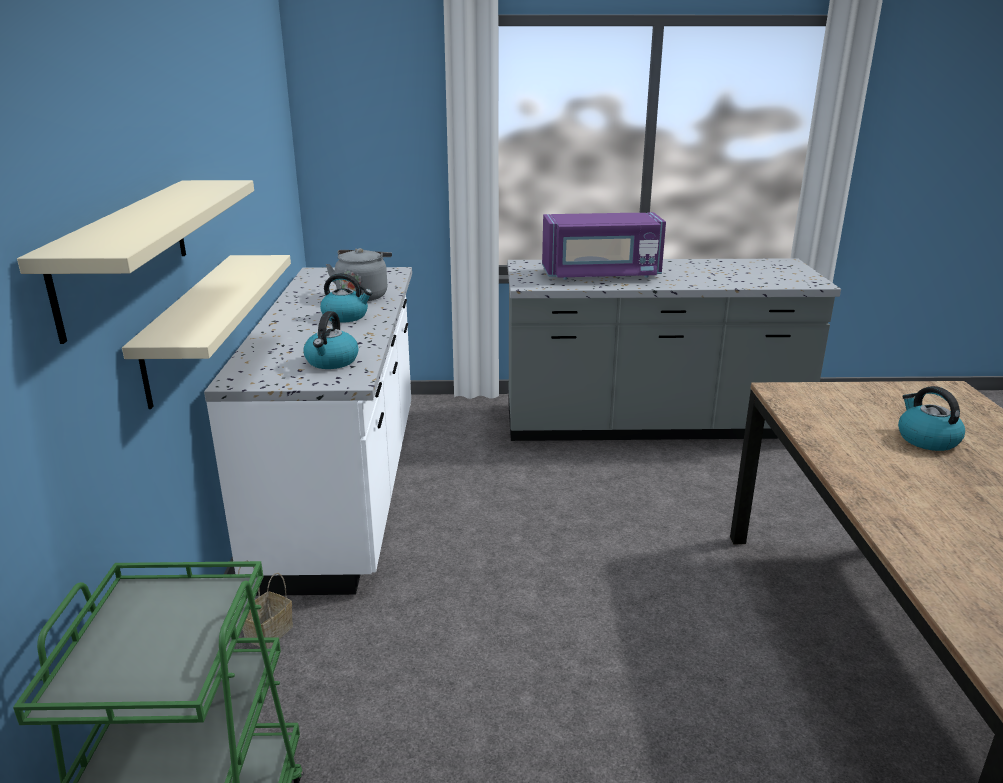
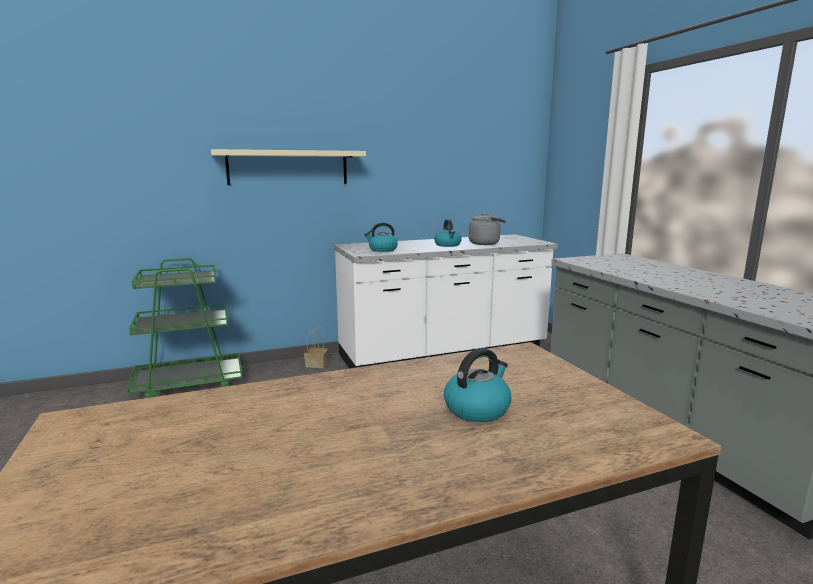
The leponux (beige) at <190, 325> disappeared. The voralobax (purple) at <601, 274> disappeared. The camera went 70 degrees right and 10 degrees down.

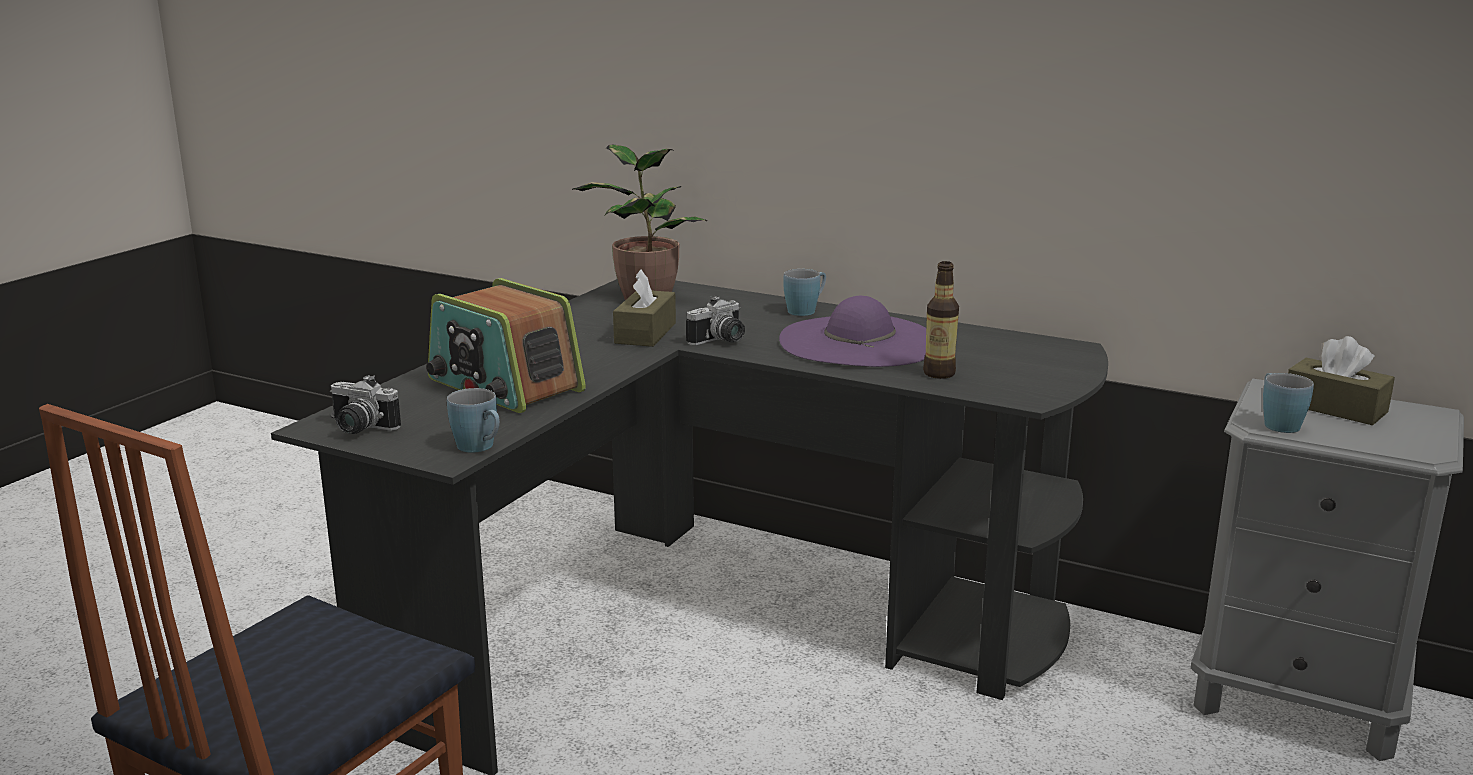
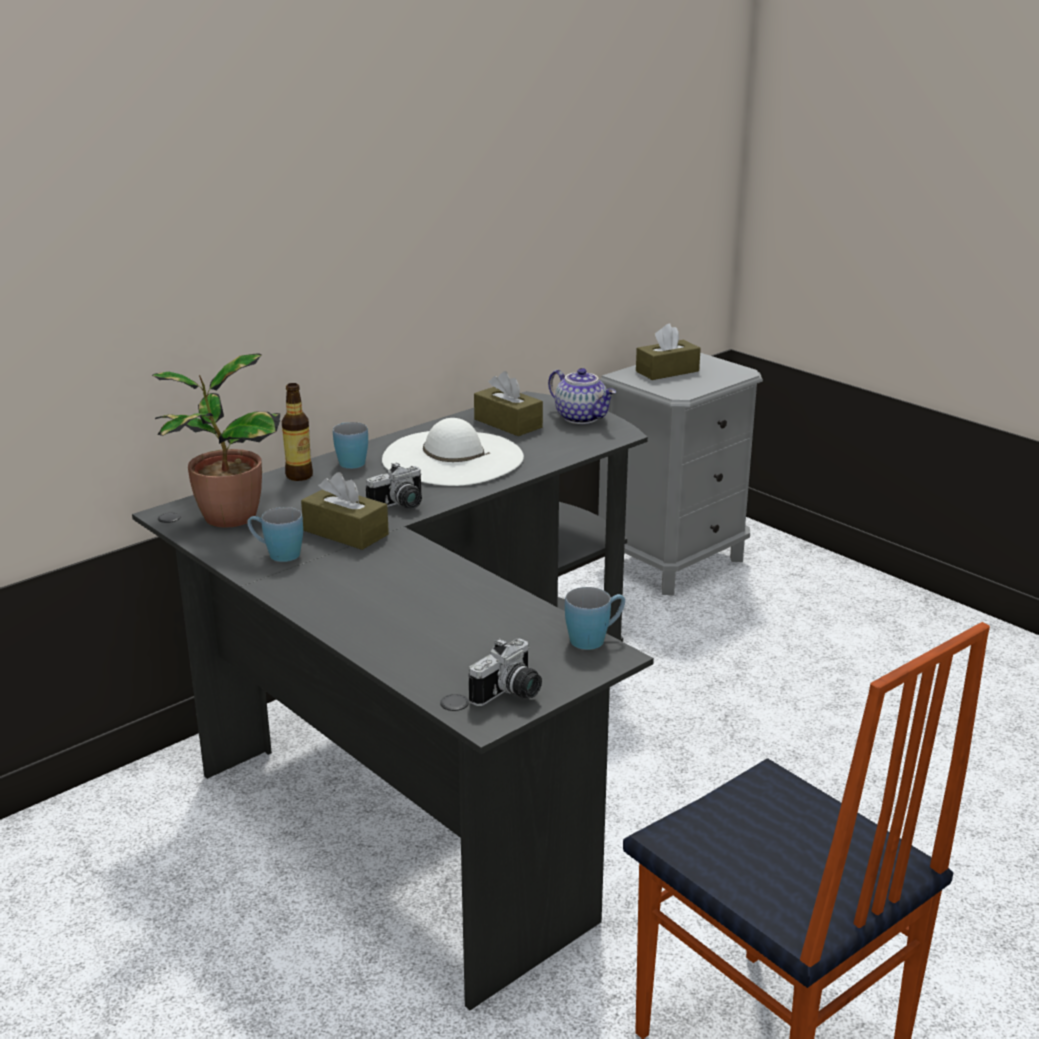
The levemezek at <504, 386> disappeared. The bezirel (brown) at <508, 423> appeared. The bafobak at <582, 417> appeared. The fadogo moved from <939, 373> to <299, 476>. The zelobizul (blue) moved from <1277, 423> to <277, 554>. The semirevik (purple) at <859, 341> became the semirevik (white) at <452, 458>. The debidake at <721, 341> turned 75 degrees clockwise. The camera went 70 degrees left and 5 degrees up.

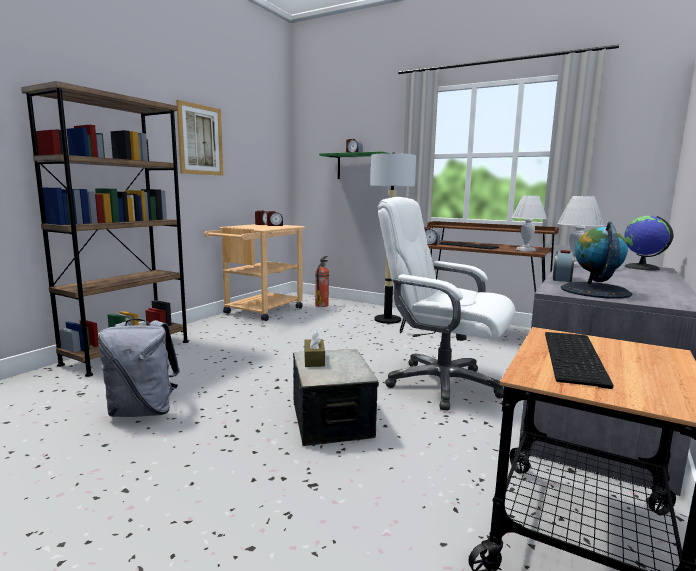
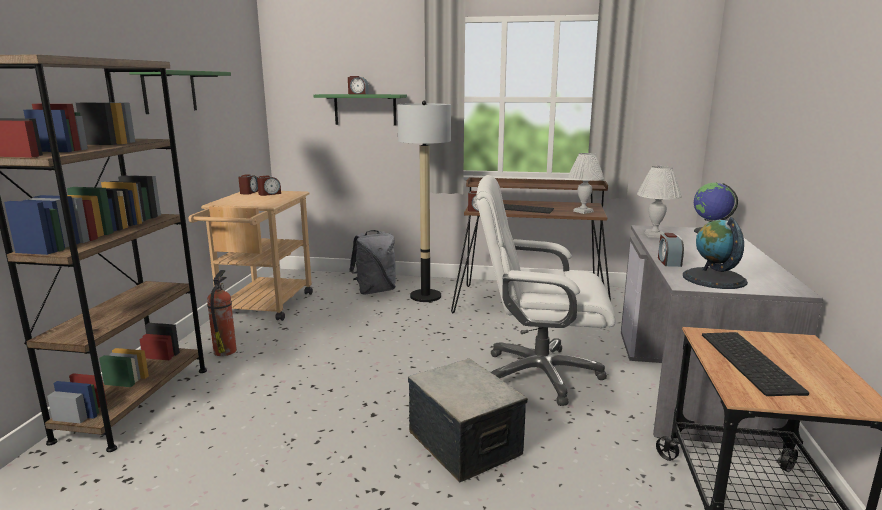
The bezirel (brown) at <314, 360> disappeared. The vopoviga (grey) moved from <143, 411> to <375, 290>. The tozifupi moved from <322, 305> to <225, 350>. The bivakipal at <200, 140> was replaced by the leponux (green) at <169, 91>. The camera went 20 degrees left and 5 degrees up.

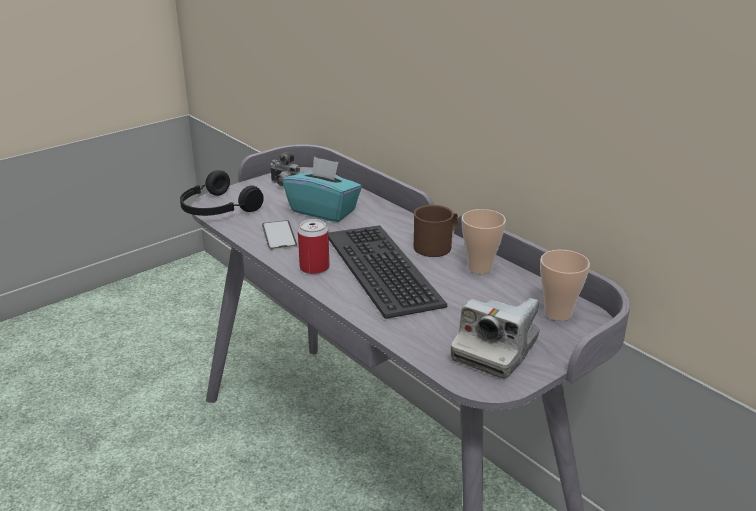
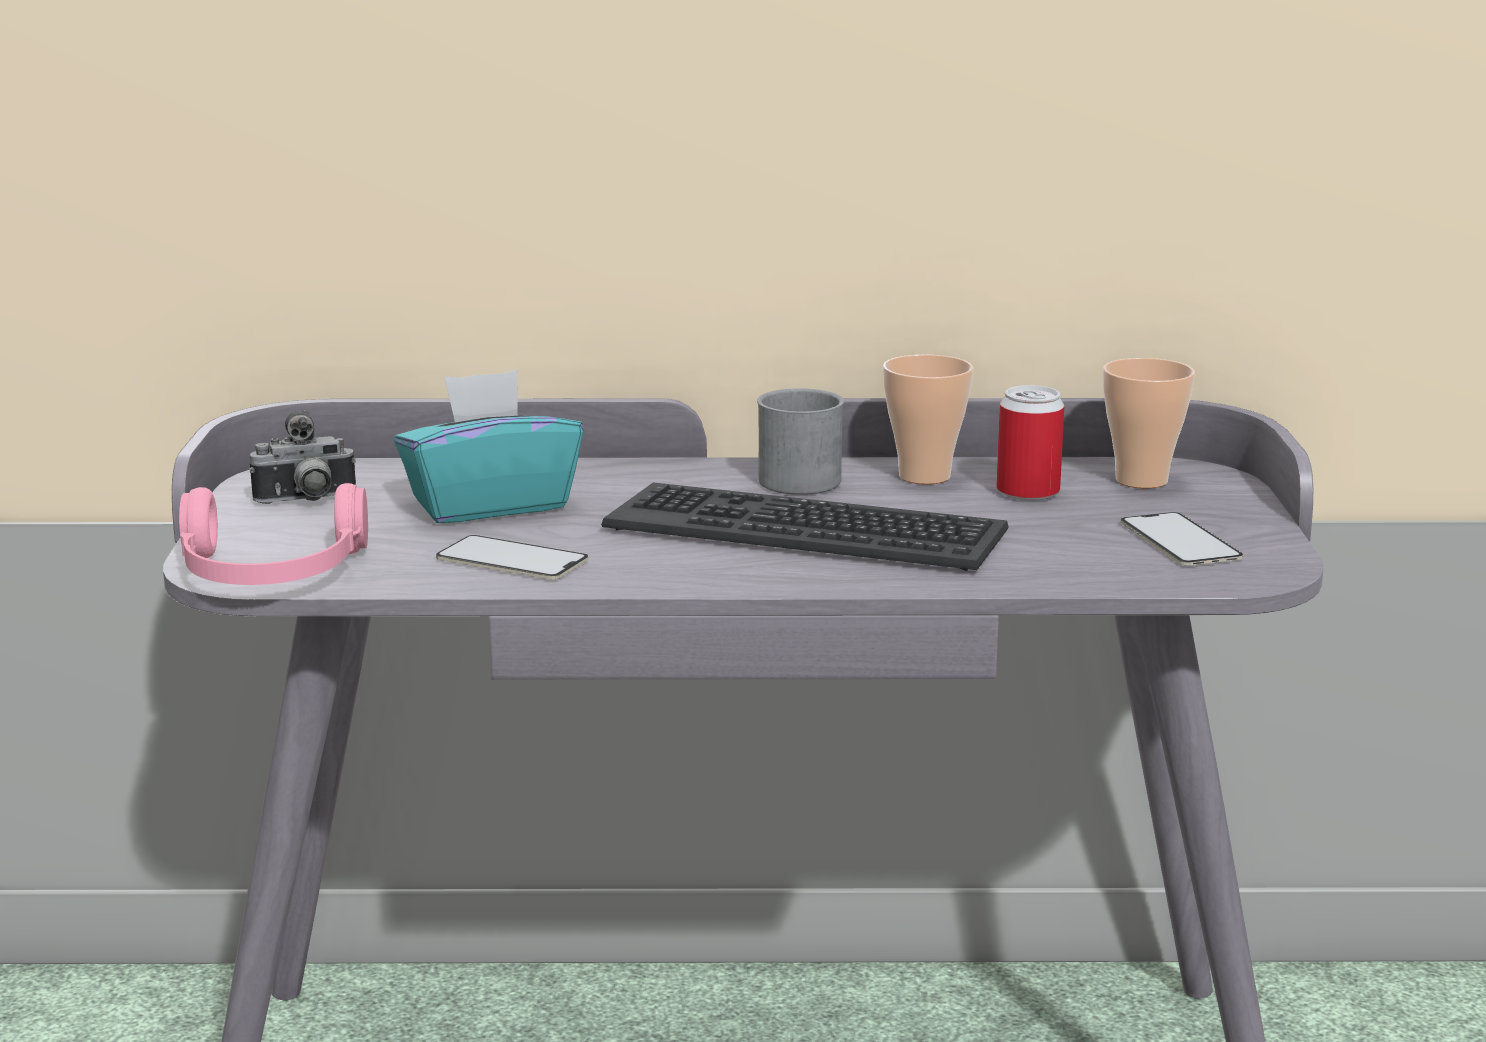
The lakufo moved from <314, 268> to <1027, 492>. The debidake at <495, 350> was replaced by the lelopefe at <1180, 540>. The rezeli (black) at <217, 209> became the rezeli (pink) at <271, 574>. The zelobizul (brown) at <437, 246> became the zelobizul (grey) at <798, 477>. The camera went 50 degrees left and 10 degrees down.

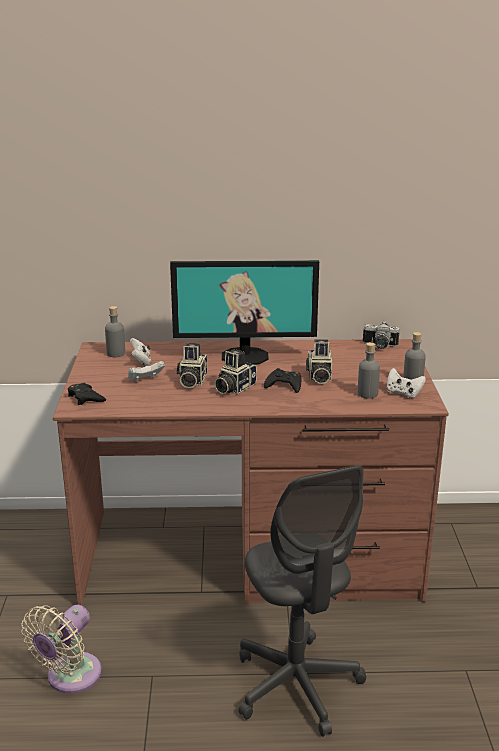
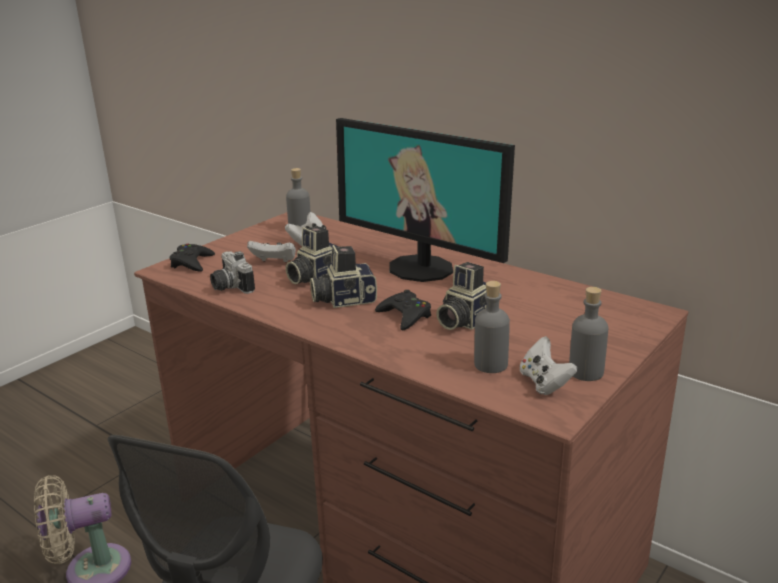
The debidake moved from <379, 346> to <229, 287>. The camera went 40 degrees right and 0 degrees up.

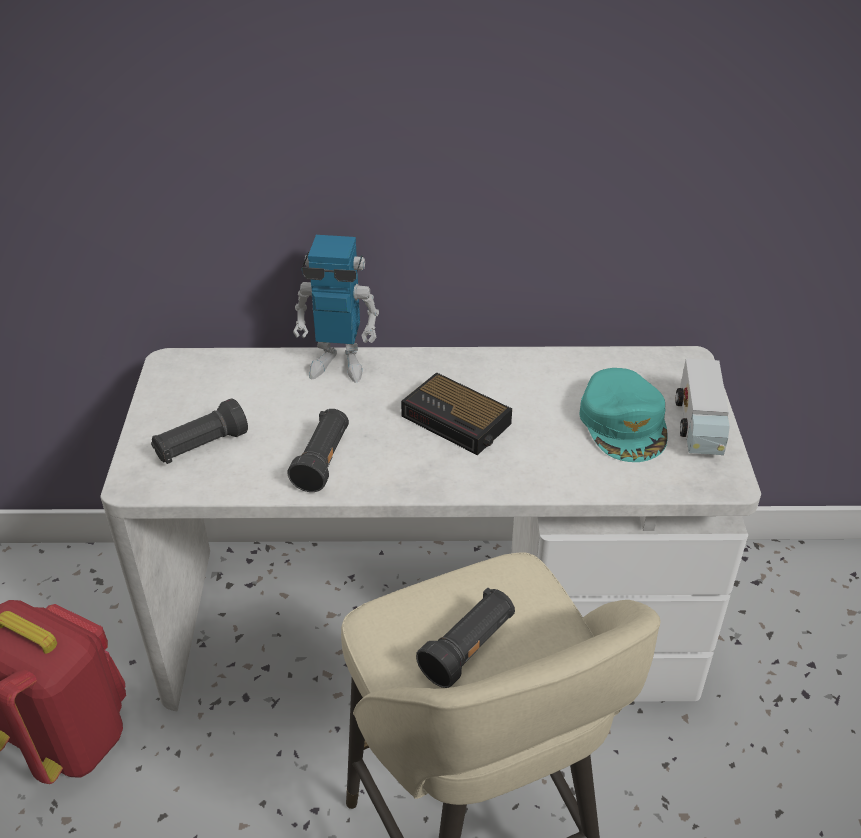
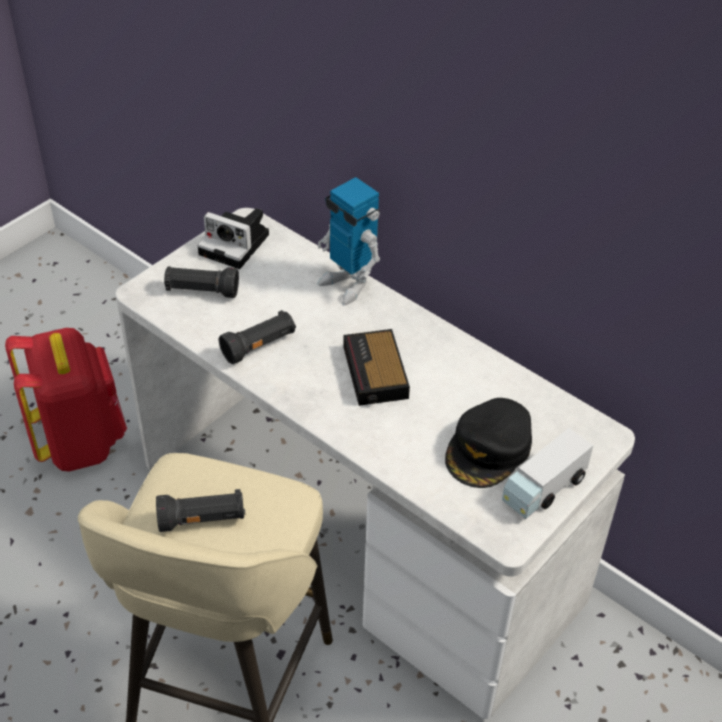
The debidake at <237, 245> appeared. The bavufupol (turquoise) at <624, 423> became the bavufupol (black) at <489, 449>. The camera went 40 degrees right and 5 degrees up.

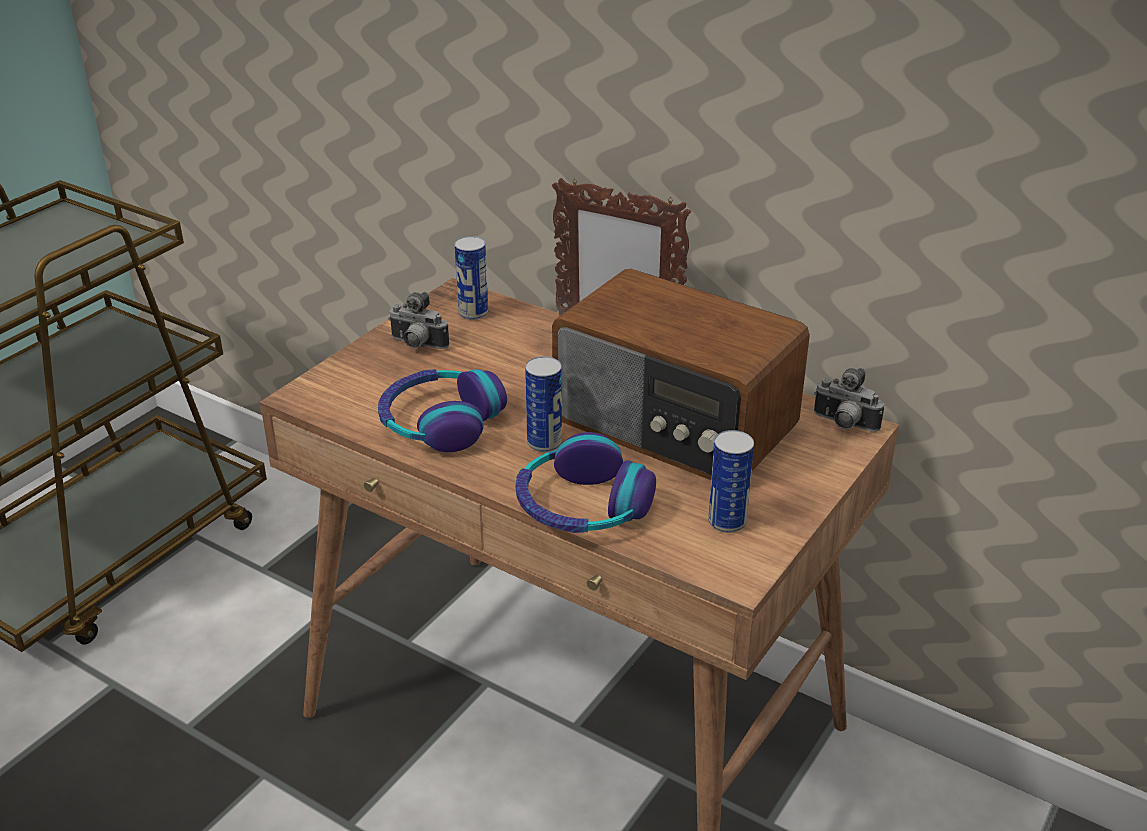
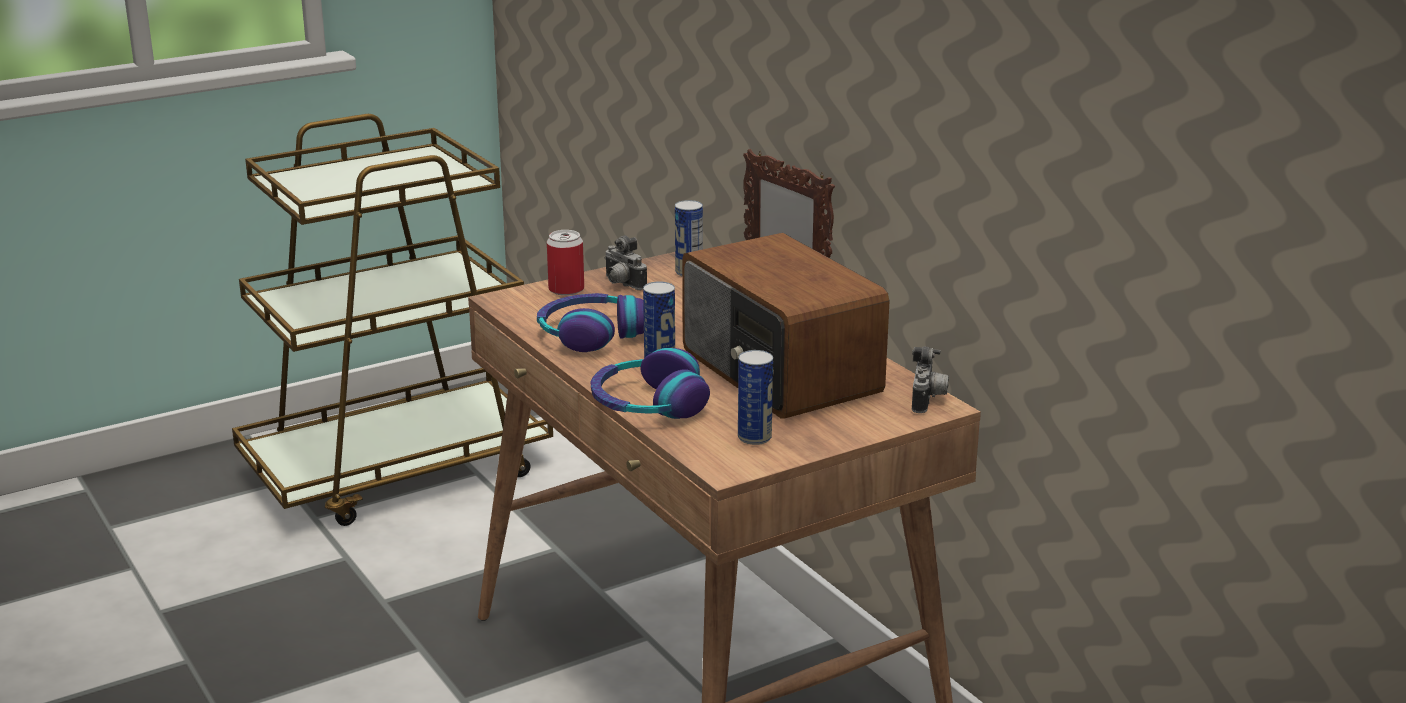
The lakufo at <566, 290> appeared. The debidake at <843, 425> turned 135 degrees counterclockwise. The camera went 25 degrees right and 10 degrees down.

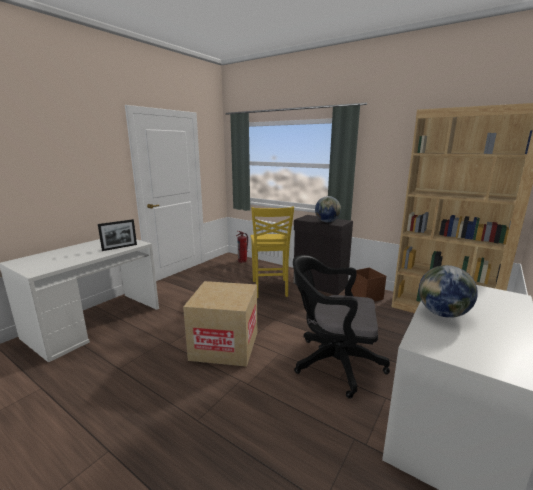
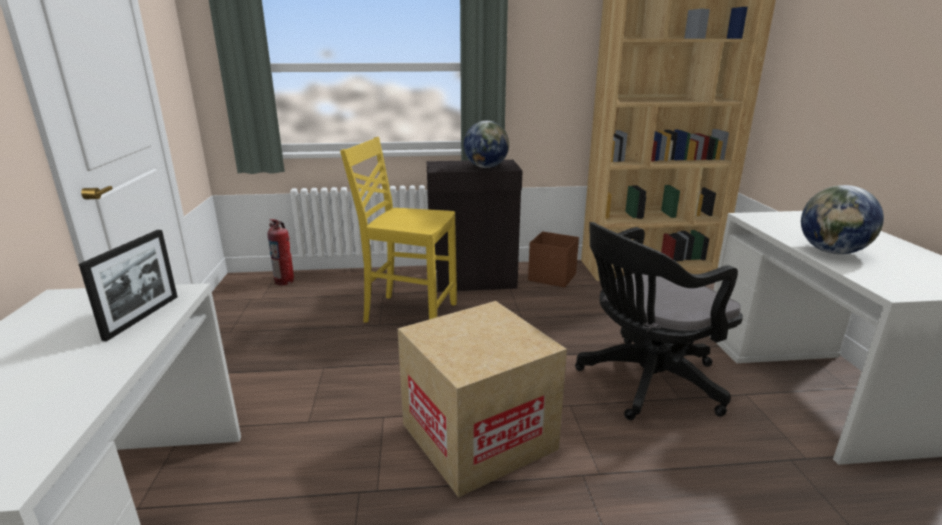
The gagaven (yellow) at <270, 289> turned 150 degrees clockwise. The camera went 40 degrees left and 5 degrees up.

